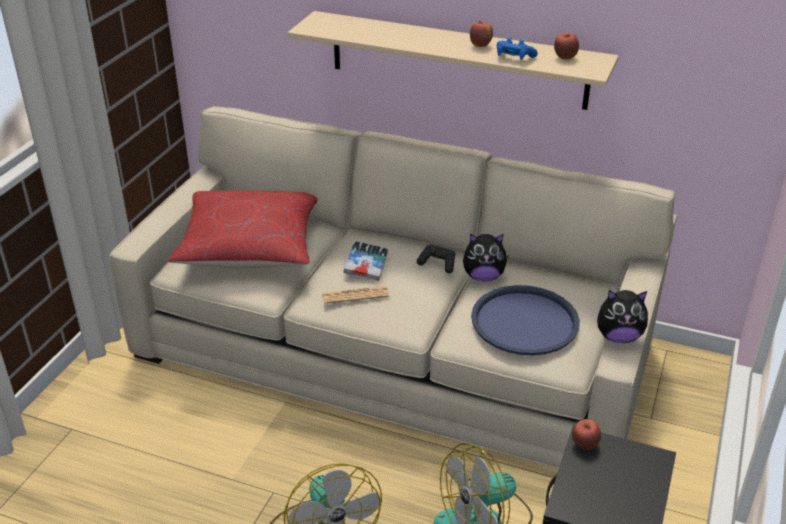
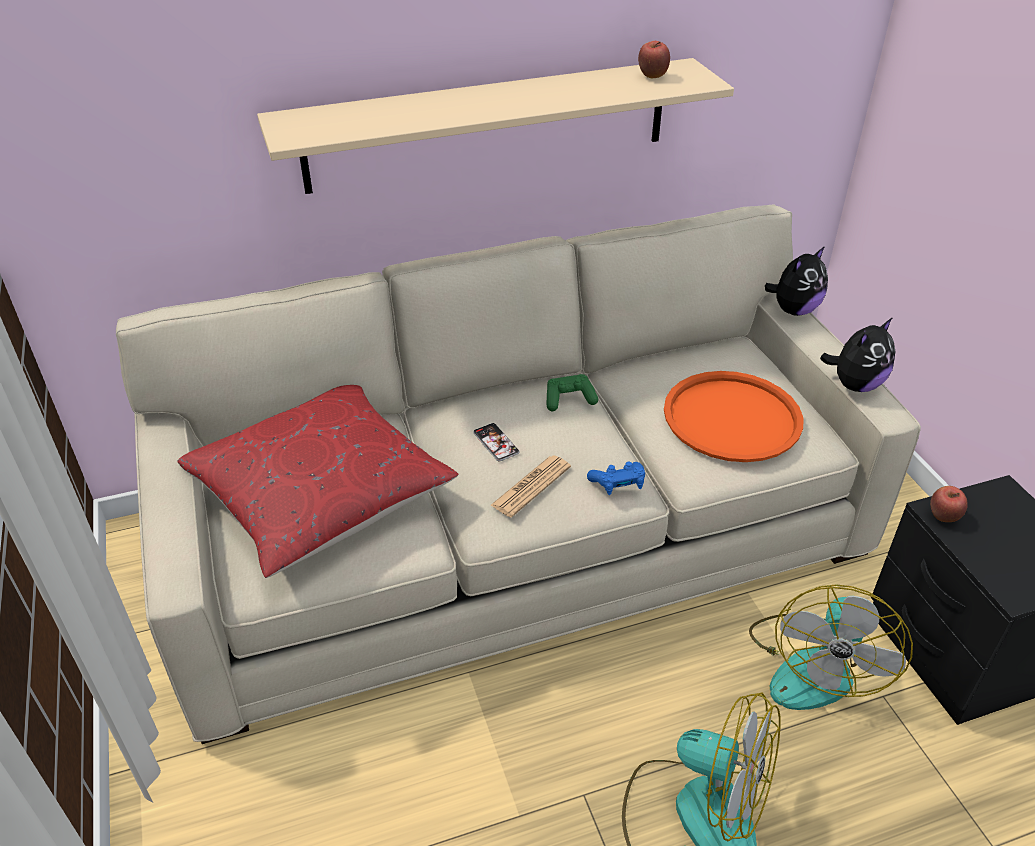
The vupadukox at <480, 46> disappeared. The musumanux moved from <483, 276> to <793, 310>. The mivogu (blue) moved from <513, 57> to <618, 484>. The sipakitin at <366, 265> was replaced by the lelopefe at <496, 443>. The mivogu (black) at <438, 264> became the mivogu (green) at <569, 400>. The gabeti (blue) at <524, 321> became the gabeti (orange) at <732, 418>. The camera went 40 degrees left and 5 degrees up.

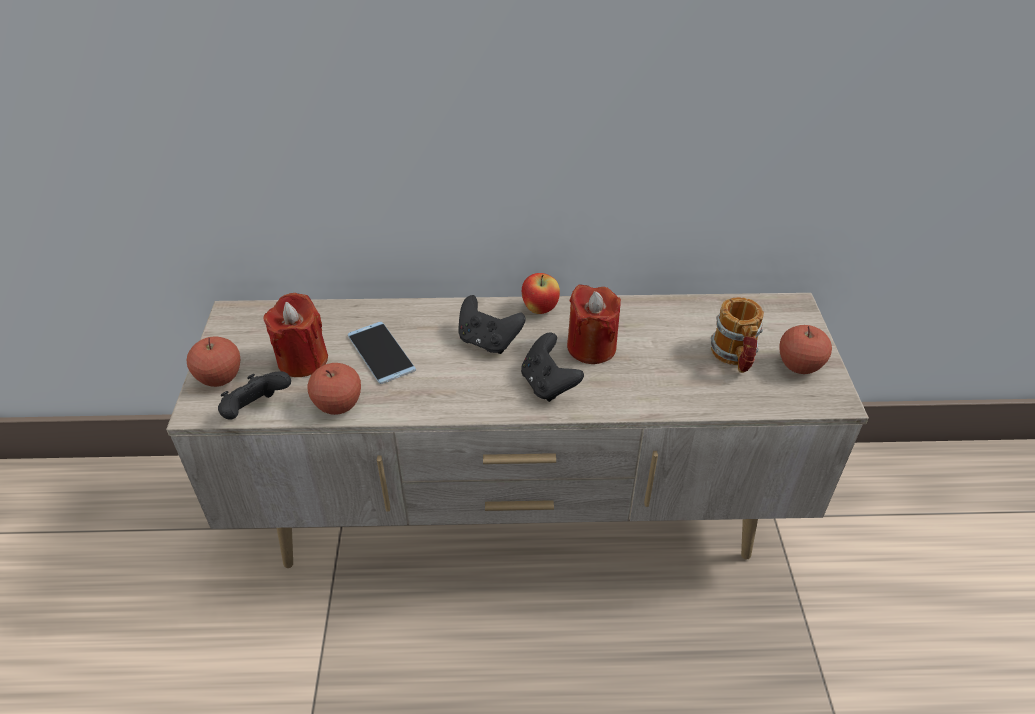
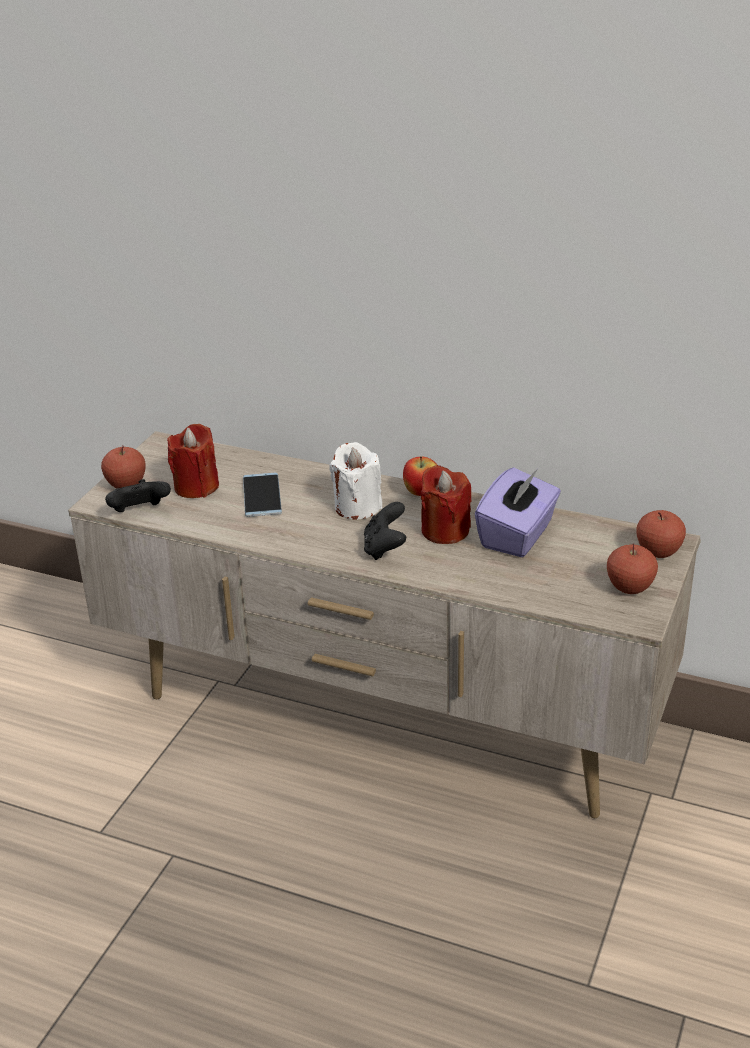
The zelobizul at <735, 357> disappeared. The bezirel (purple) at <517, 535> appeared. The vupadukox moved from <338, 405> to <658, 552>. The mivogu (black) at <488, 341> was replaced by the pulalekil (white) at <357, 507>. The camera went 25 degrees right and 10 degrees down.

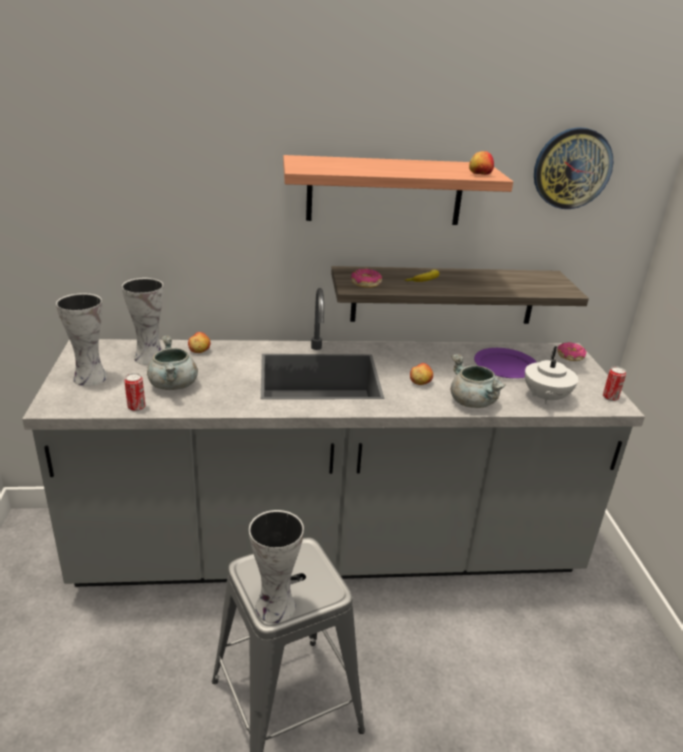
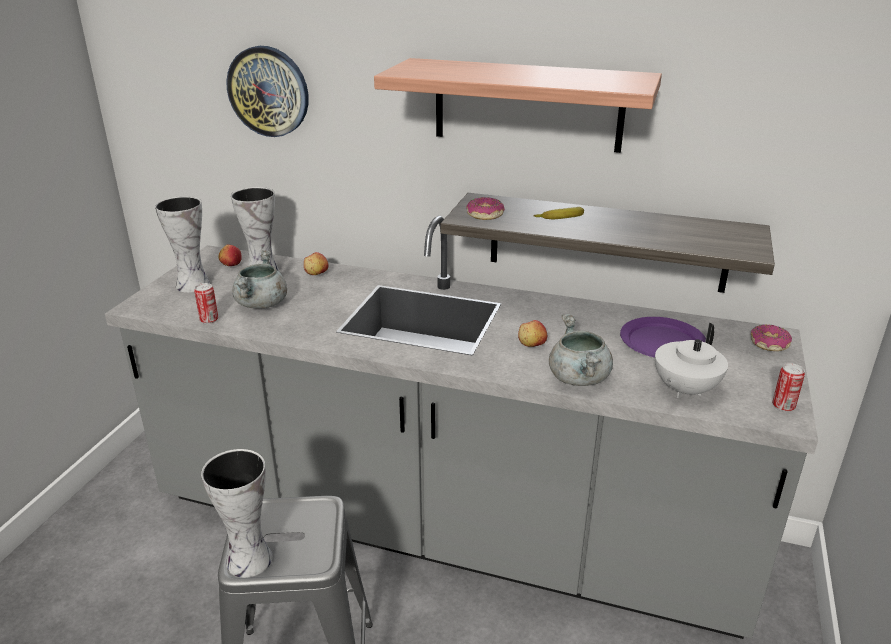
The vupadukox moved from <479, 175> to <231, 264>. The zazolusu moved from <572, 168> to <268, 91>. The camera went 25 degrees right and 0 degrees up.

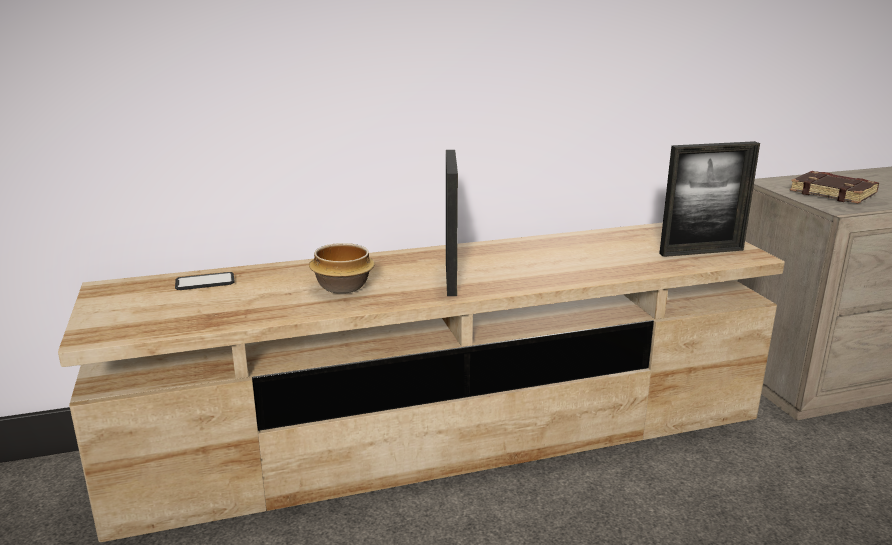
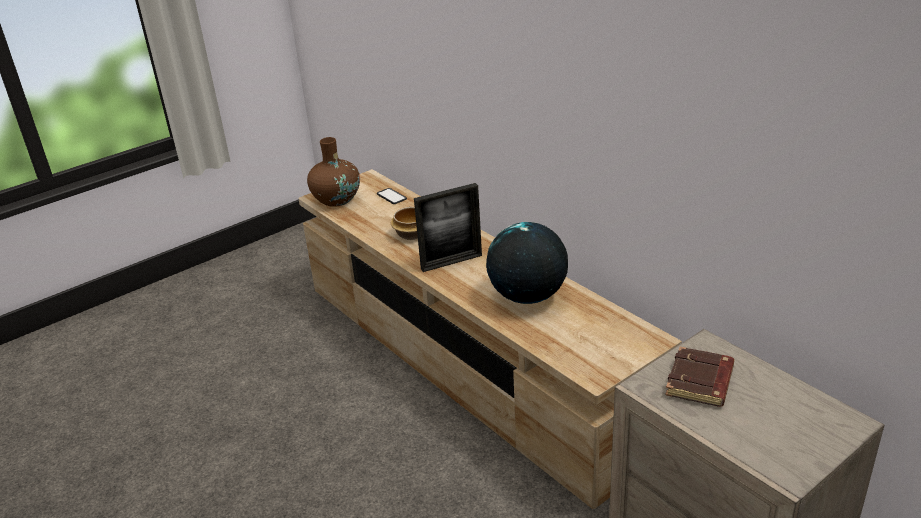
The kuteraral at <701, 252> disappeared. The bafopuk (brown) at <336, 199> appeared. The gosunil at <527, 296> appeared. The camera went 70 degrees right and 10 degrees up.

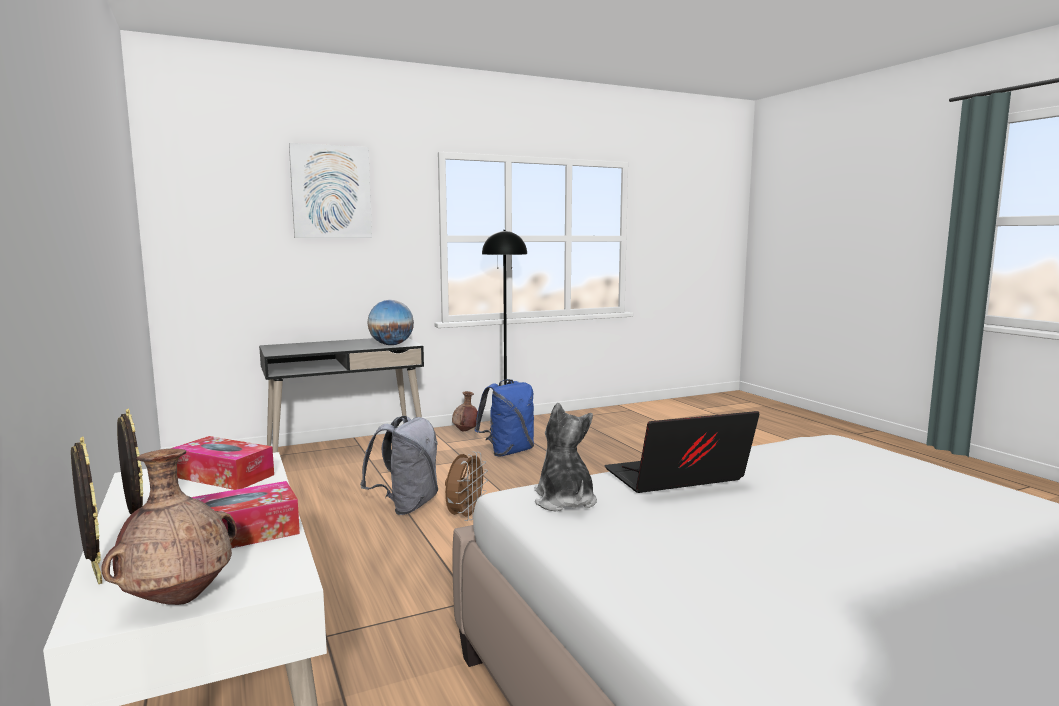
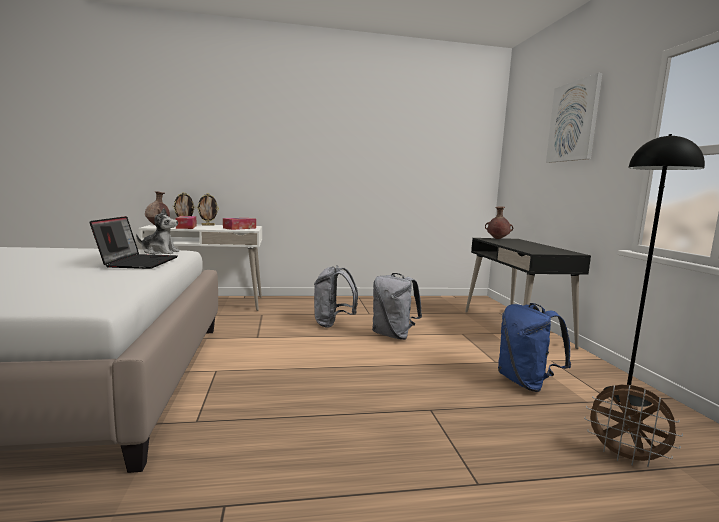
The gosunil at <391, 345> disappeared. The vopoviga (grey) at <333, 324> appeared. The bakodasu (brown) moved from <465, 516> to <625, 458>. The bafopuk (brown) moved from <465, 431> to <497, 239>. The camera went 105 degrees right and 0 degrees up.

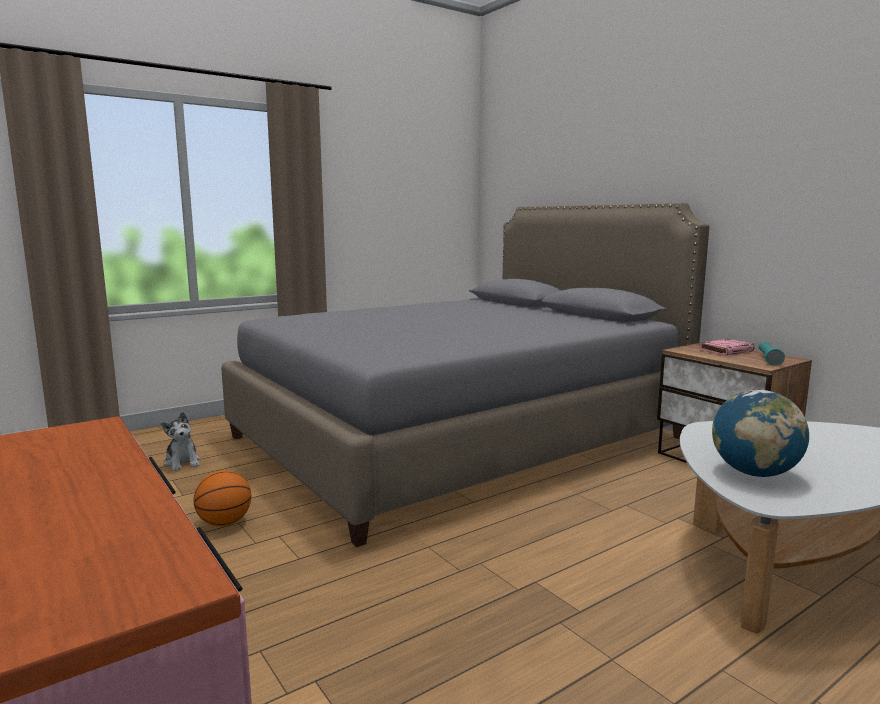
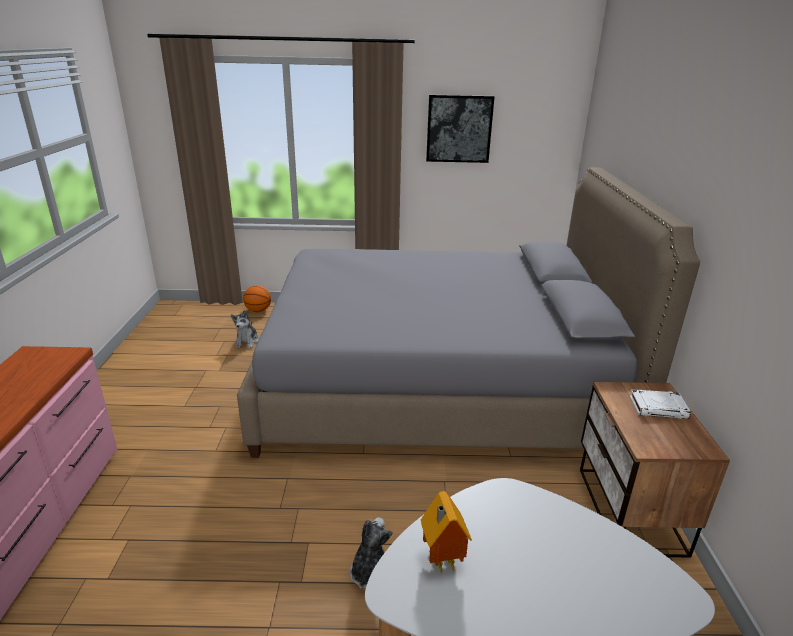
The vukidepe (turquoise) at <768, 359> disappeared. The musumanux at <369, 571> appeared. The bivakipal at <459, 129> appeared. The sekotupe moved from <224, 523> to <258, 311>. The gosunil at <754, 473> was replaced by the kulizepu at <441, 561>. The sipakitin (pink) at <726, 351> became the sipakitin (white) at <658, 407>. The camera went 35 degrees right and 15 degrees up.

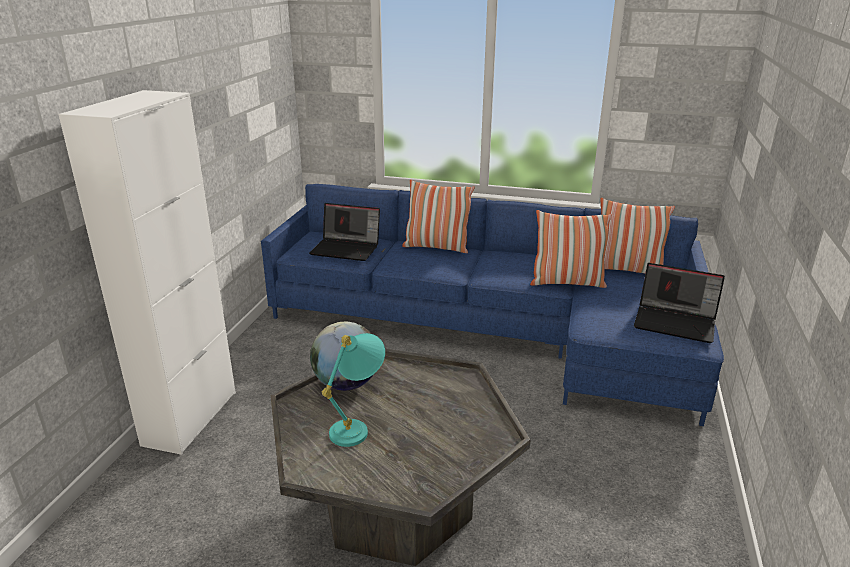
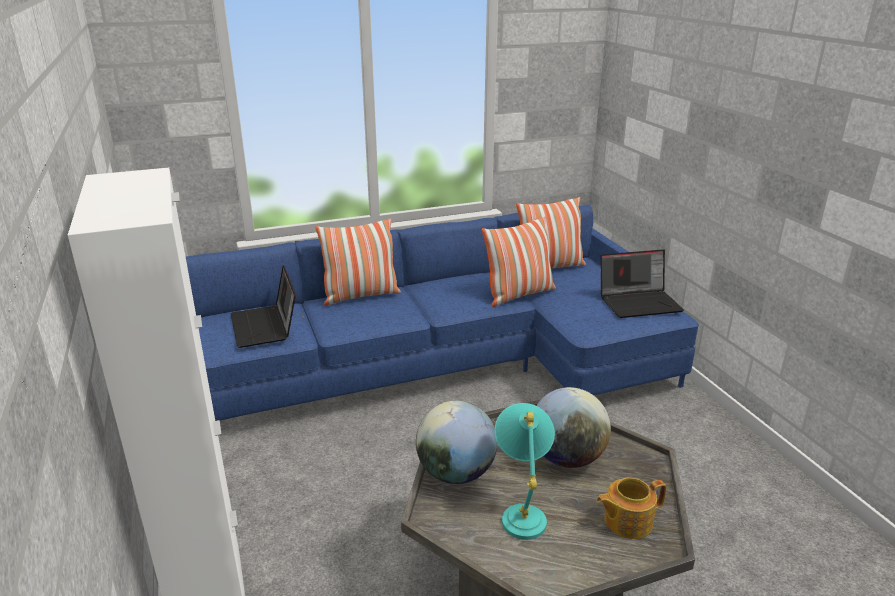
The gosunil at <566, 458> appeared. The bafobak at <626, 521> appeared. The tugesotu at <347, 249> turned 90 degrees clockwise. The camera went 35 degrees left and 0 degrees up.

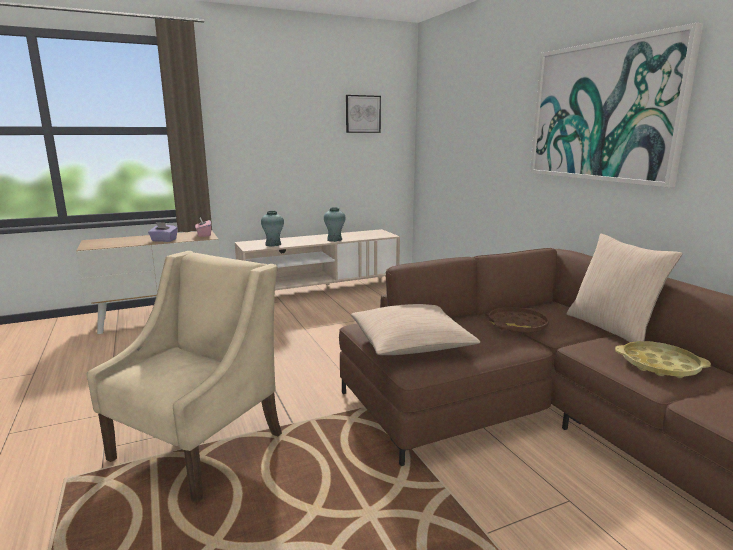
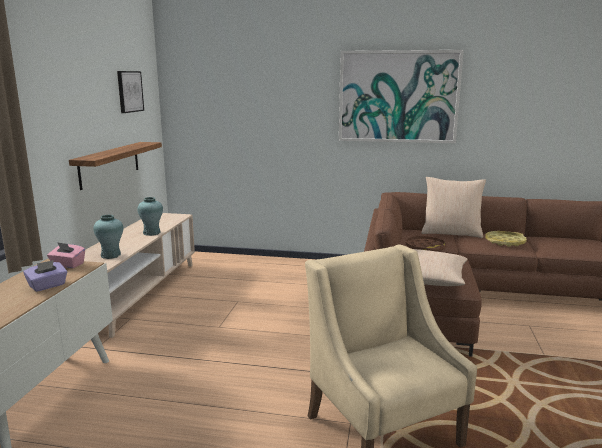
The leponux at <110, 164> appeared. The camera went 55 degrees left and 0 degrees up.

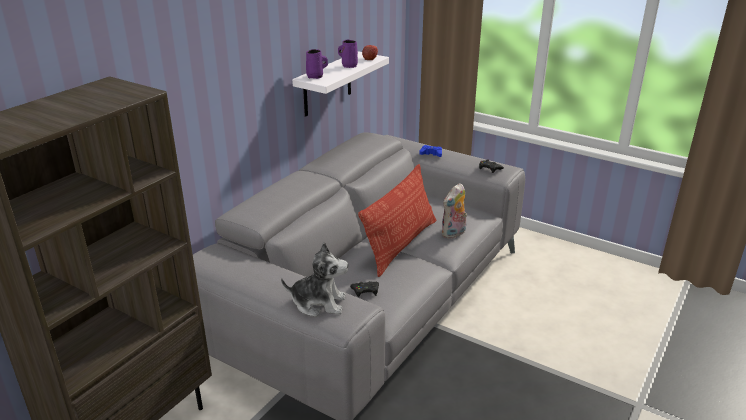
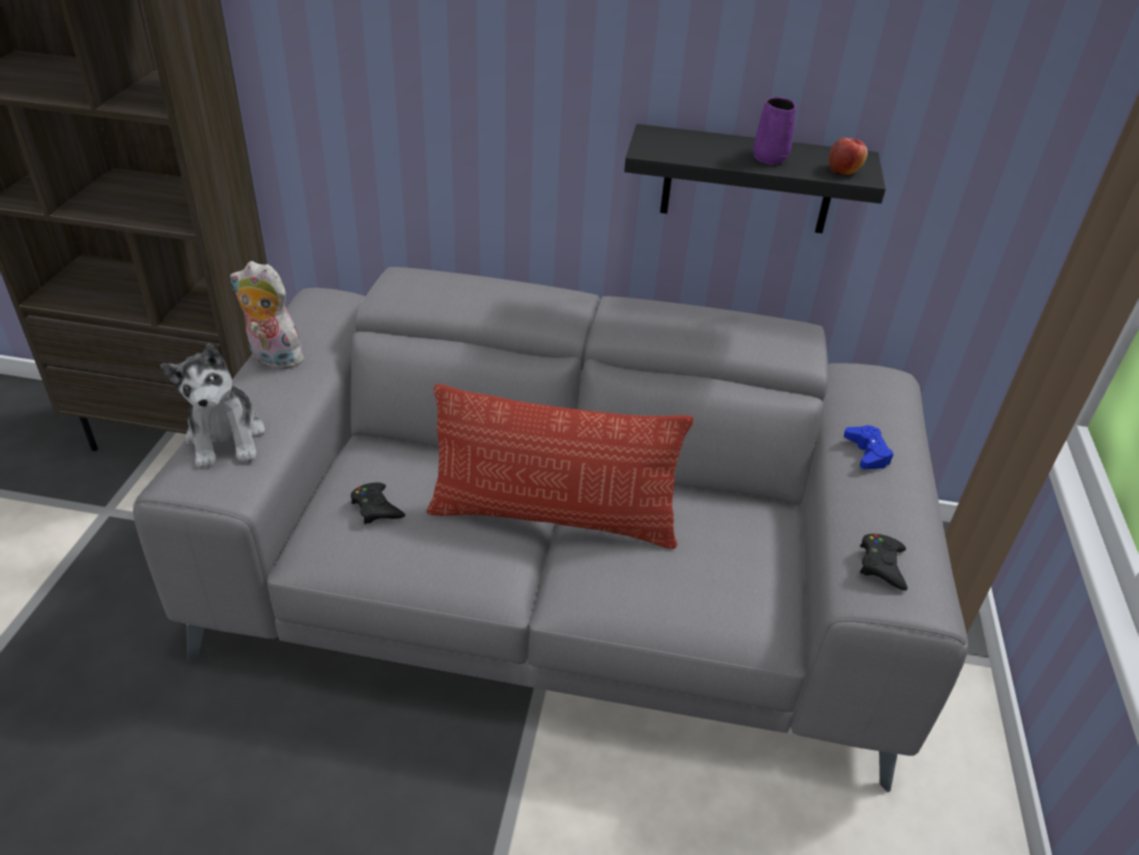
The zelobizul (purple) at <316, 76> disappeared. The musumanux moved from <454, 234> to <272, 359>. The leponux (white) at <327, 84> became the leponux (black) at <748, 180>. The camera went 65 degrees right and 10 degrees up.

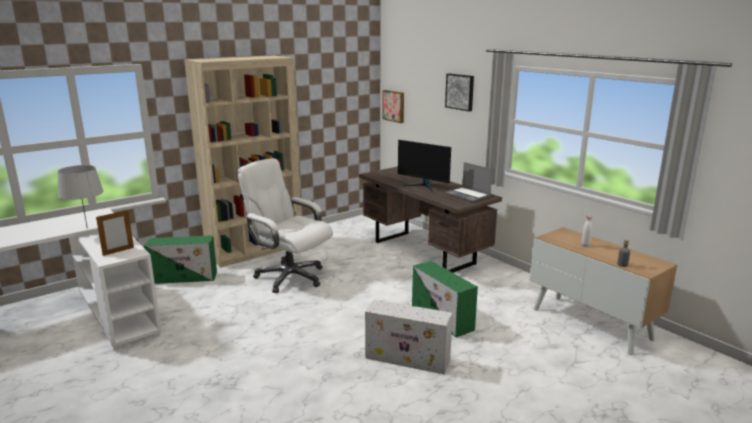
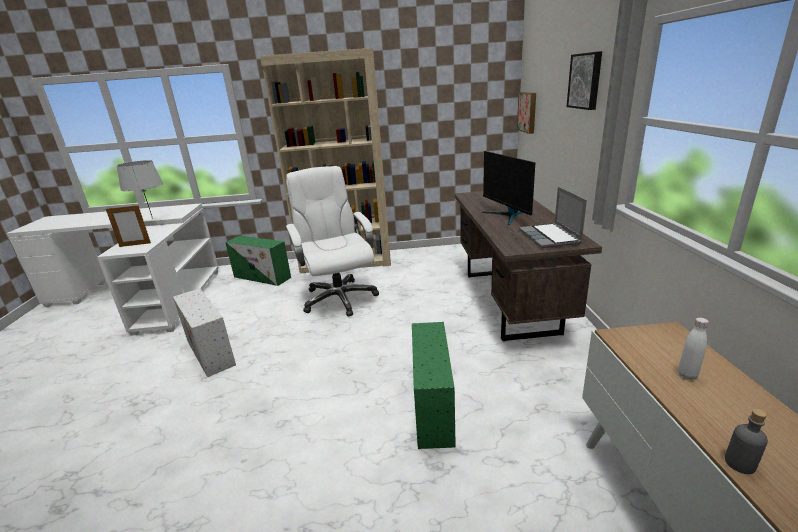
The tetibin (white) moved from <409, 359> to <210, 352>. The camera went 35 degrees right and 5 degrees up.

